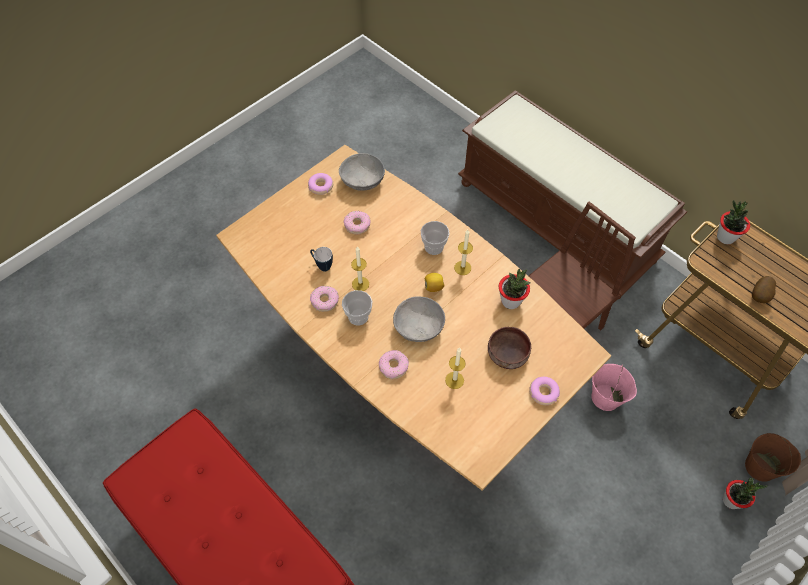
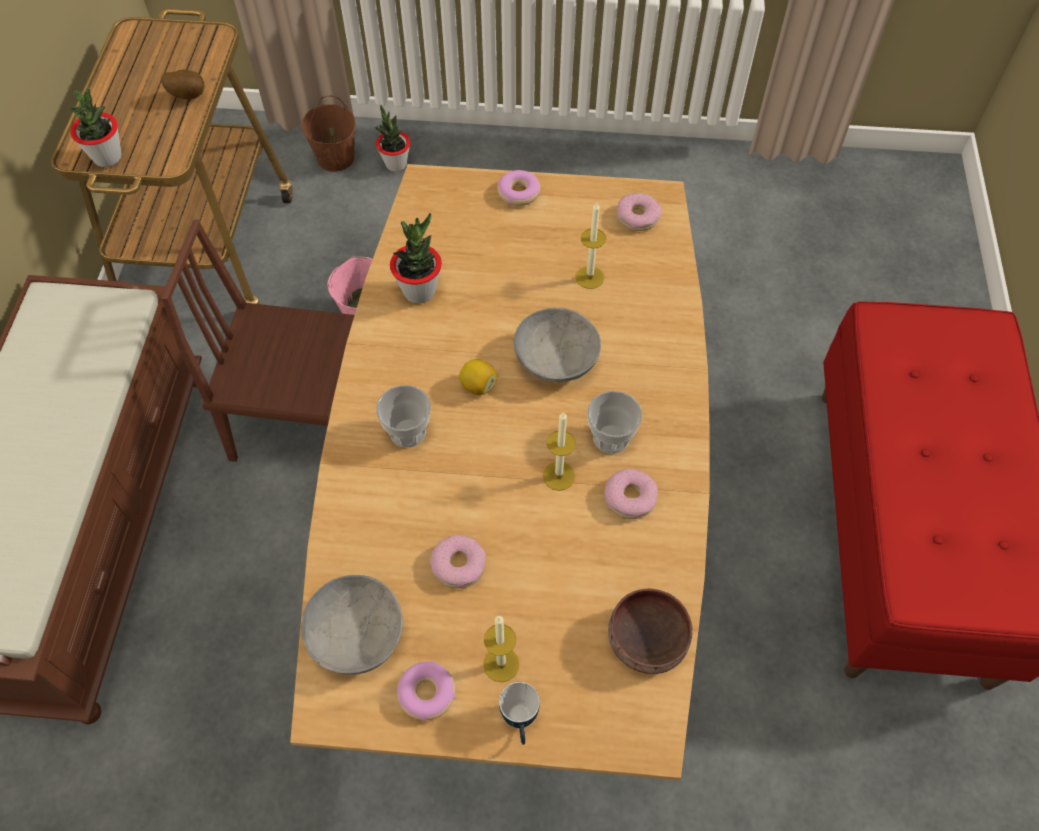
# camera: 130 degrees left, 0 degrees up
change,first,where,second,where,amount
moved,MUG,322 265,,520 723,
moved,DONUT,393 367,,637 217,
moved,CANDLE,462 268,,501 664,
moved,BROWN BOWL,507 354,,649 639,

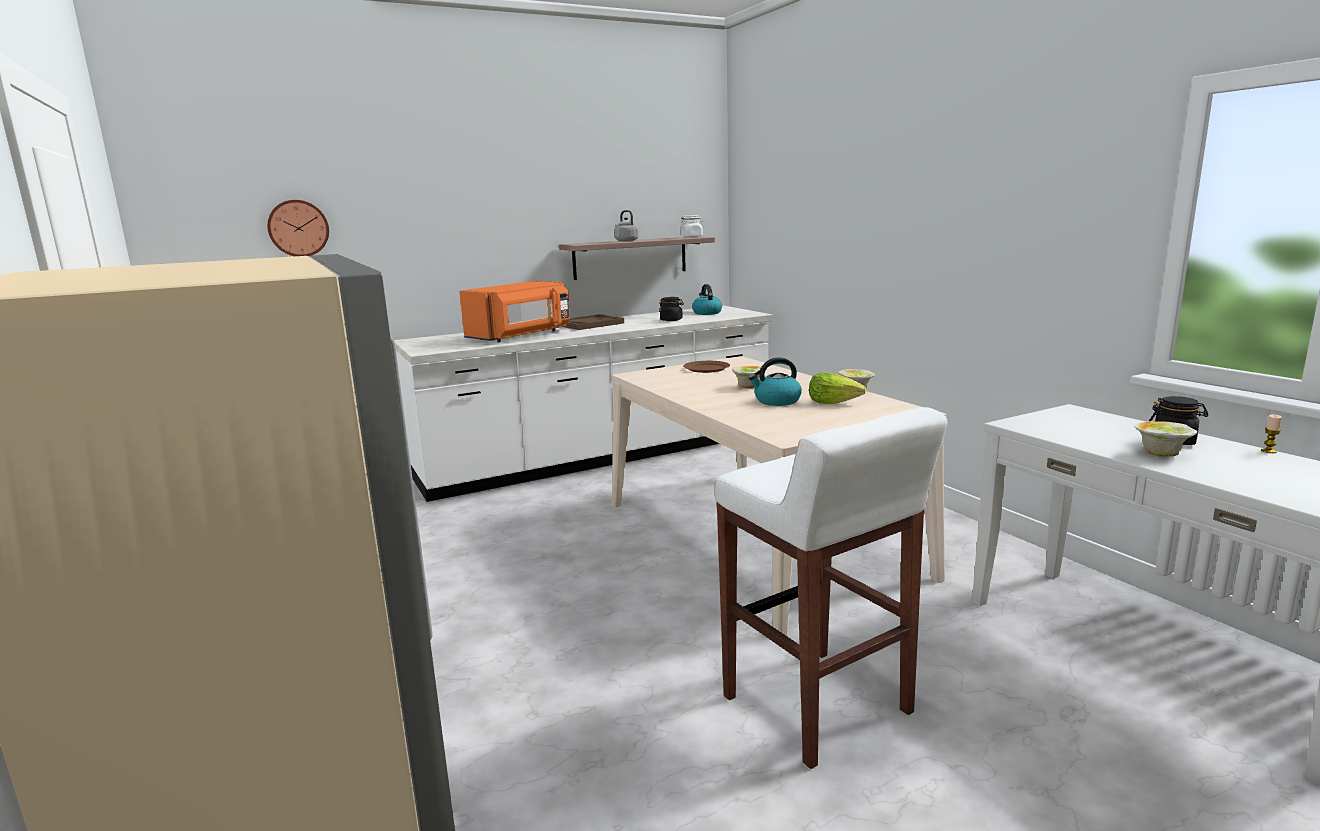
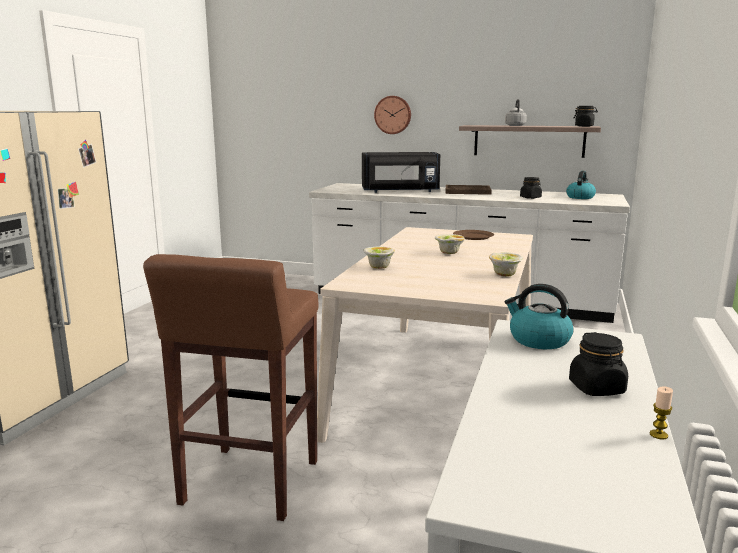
# camera: 45 degrees right, 0 degrees up
change,first,where,second,where,amount
removed,LETTUCE,833 403,,,
moved,WALL CLOCK,298 228,,393 115,
moved,KETTLE,776 401,,538 340,
moved,BOWL,1161 454,,378 268,
recoloured,ORANGE MICROWAVE,521 336,BLACK MICROWAVE,400 191,
recoloured,WHITE JAR,692 237,BLACK JAR,584 126,
recoloured,WHITE STOOL,818 706,BROWN STOOL,249 483,

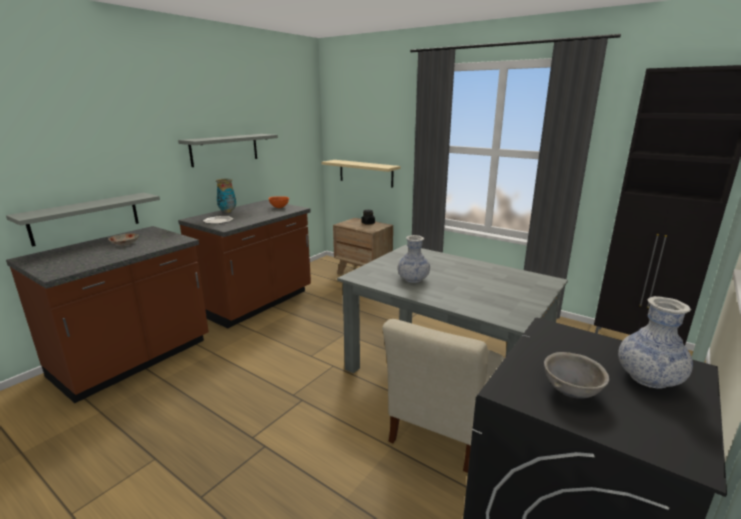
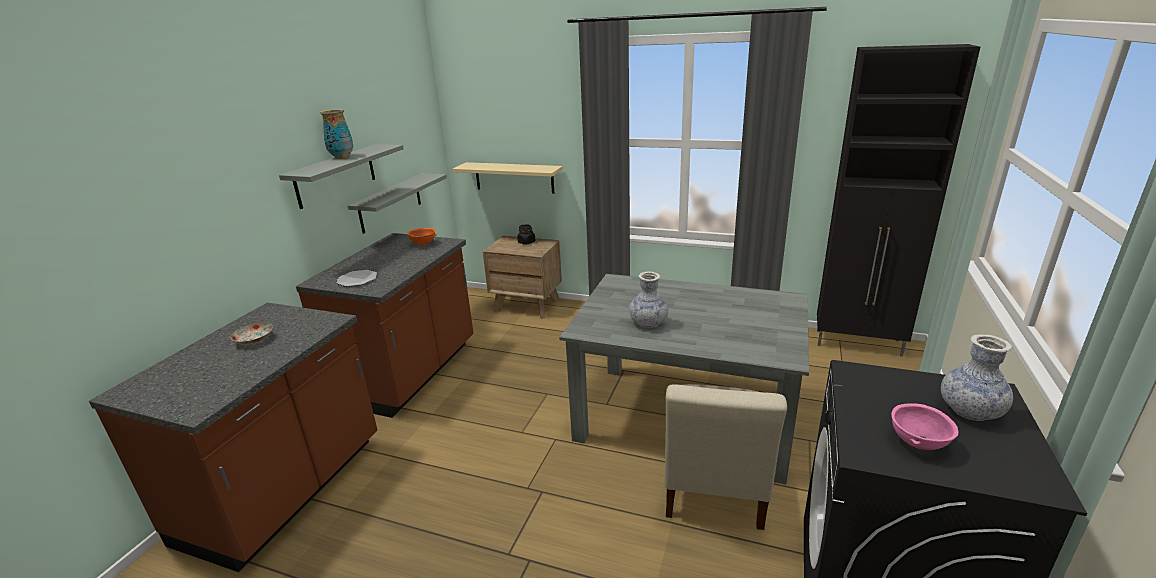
# camera: 15 degrees left, 5 degrees up
change,first,where,second,where,amount
moved,GREY SHELF,86 218,,390 203,
moved,VASE,227 211,,341 157,
recoloured,GREY BOWL,572 392,PINK BOWL,919 443,

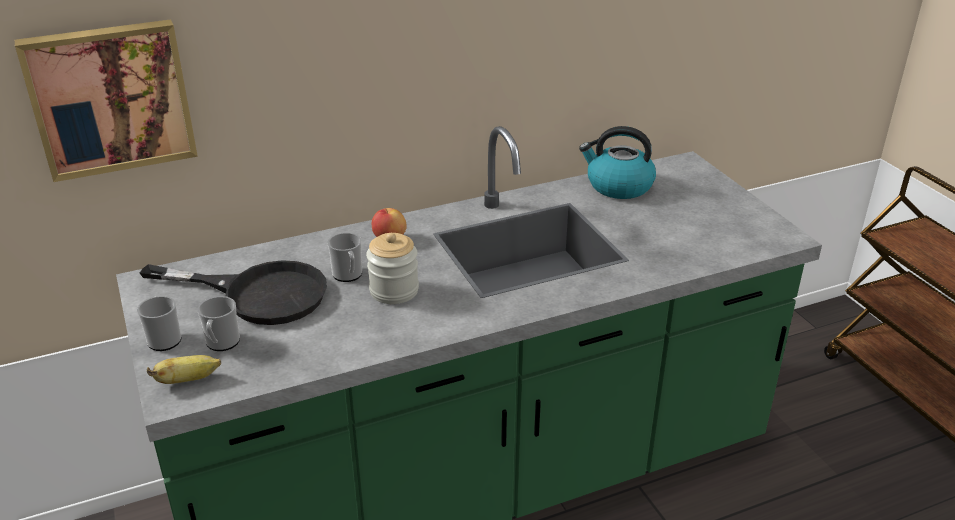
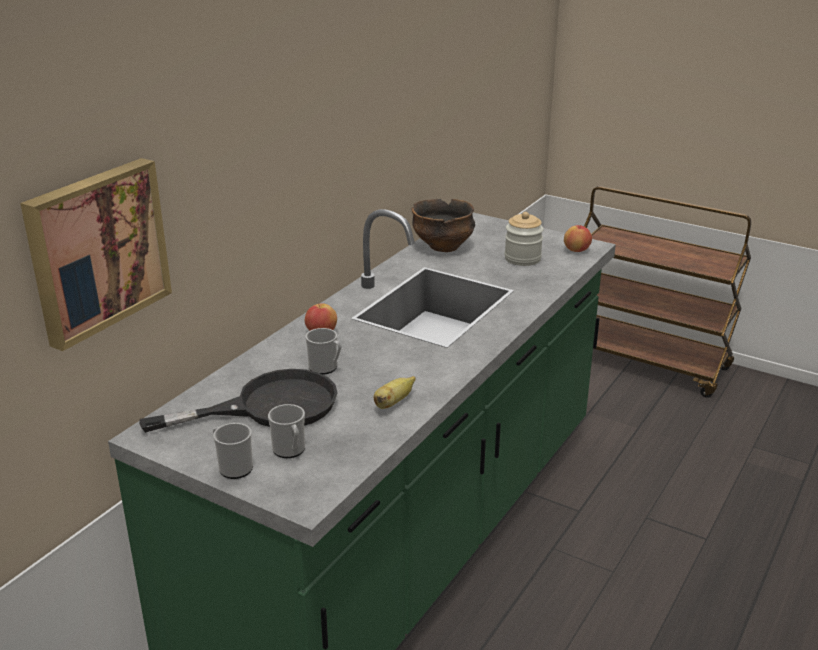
# camera: 35 degrees left, 5 degrees down
change,first,where,second,where,amount
added,,,APPLE,576 250,
moved,BANANA,188 380,,393 403,
moved,JAR,394 290,,522 259,
replaced,KETTLE,618 186,BOWL,443 246,

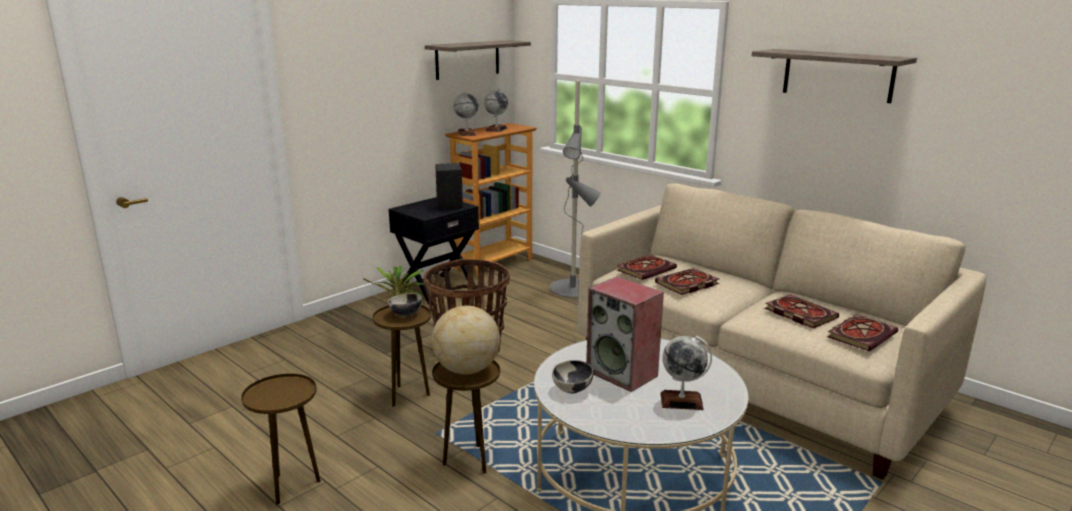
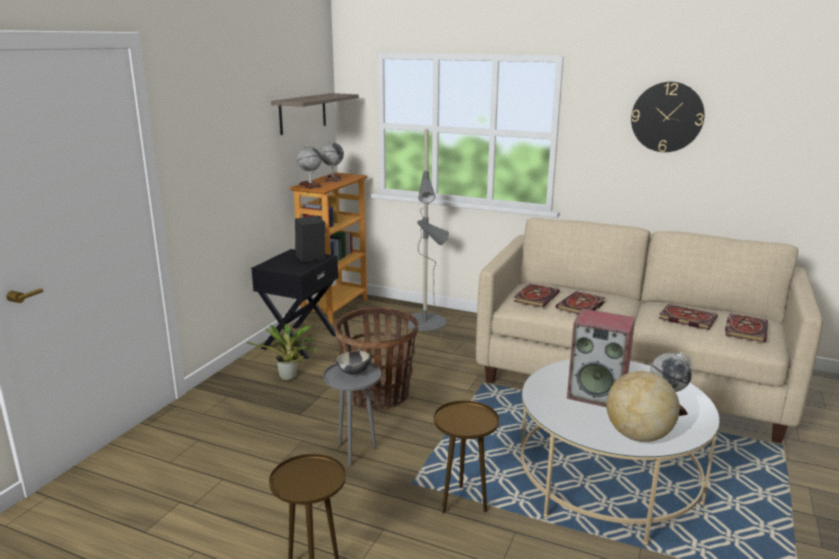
# camera: 20 degrees left, 0 degrees up
change,first,where,second,where,amount
removed,BOWL,572 389,,,
moved,GLOBE,466 370,,638 435,
replaced,SHELF,837 75,WALL CLOCK,667 117,
recoloured,BROWN SIDE TABLE,407 395,GREY SIDE TABLE,355 452,

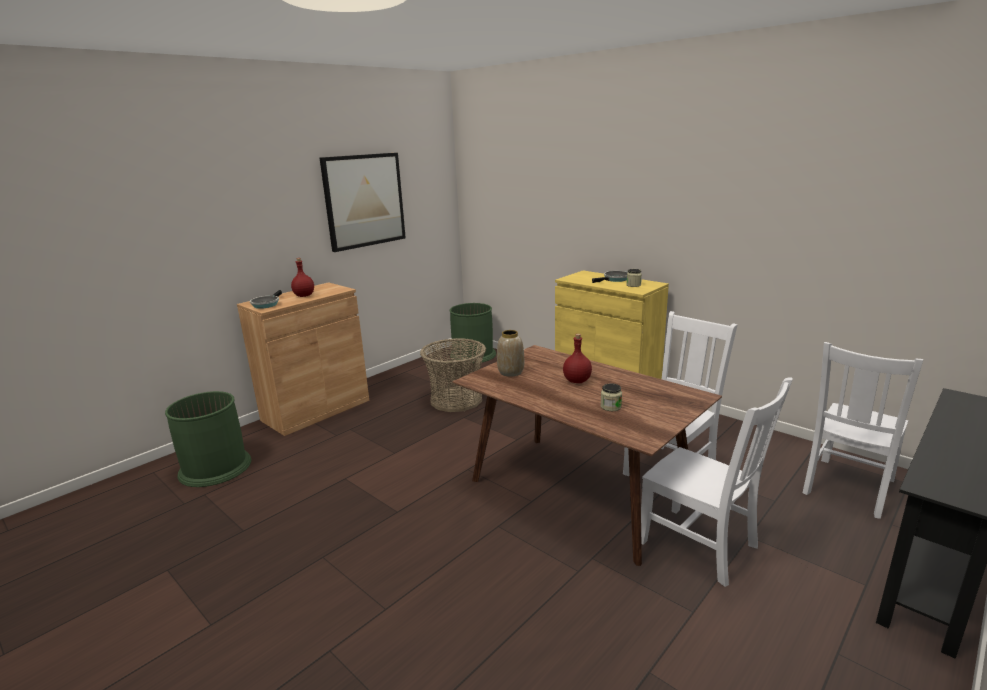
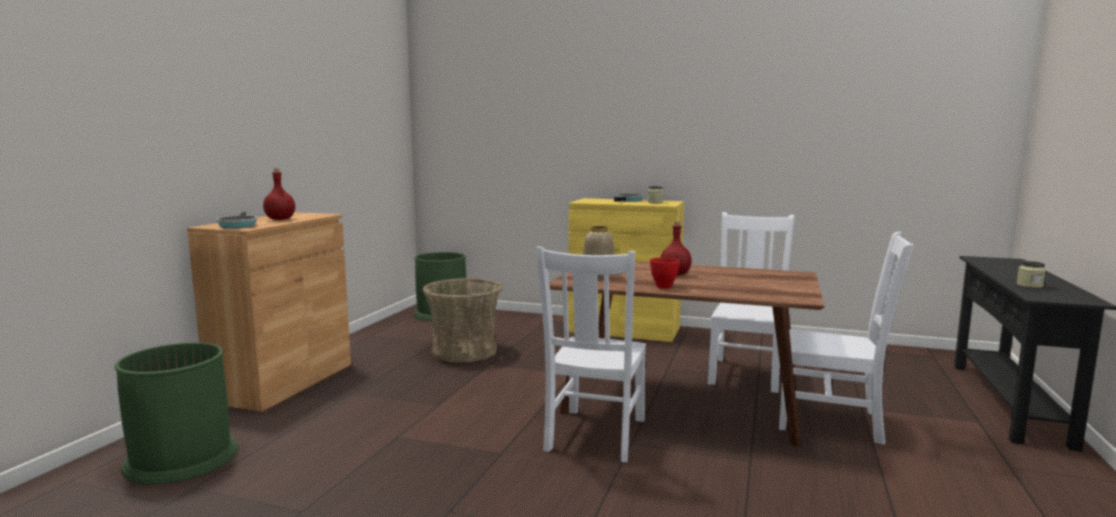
# camera: 25 degrees left, 10 degrees down
change,first,where,second,where,amount
removed,PICTURE,364 200,,,
added,,,RED BOWL,664 287,
moved,JAR,611 407,,1029 285,
moved,WHITE CHAIR,847 488,,595 436,

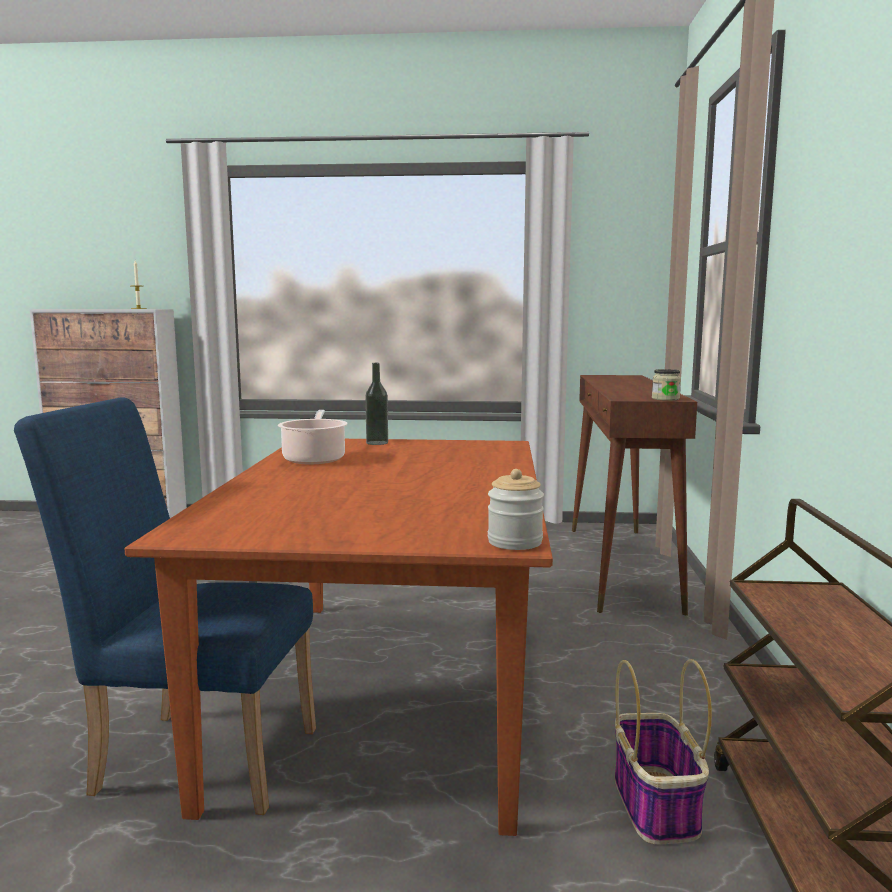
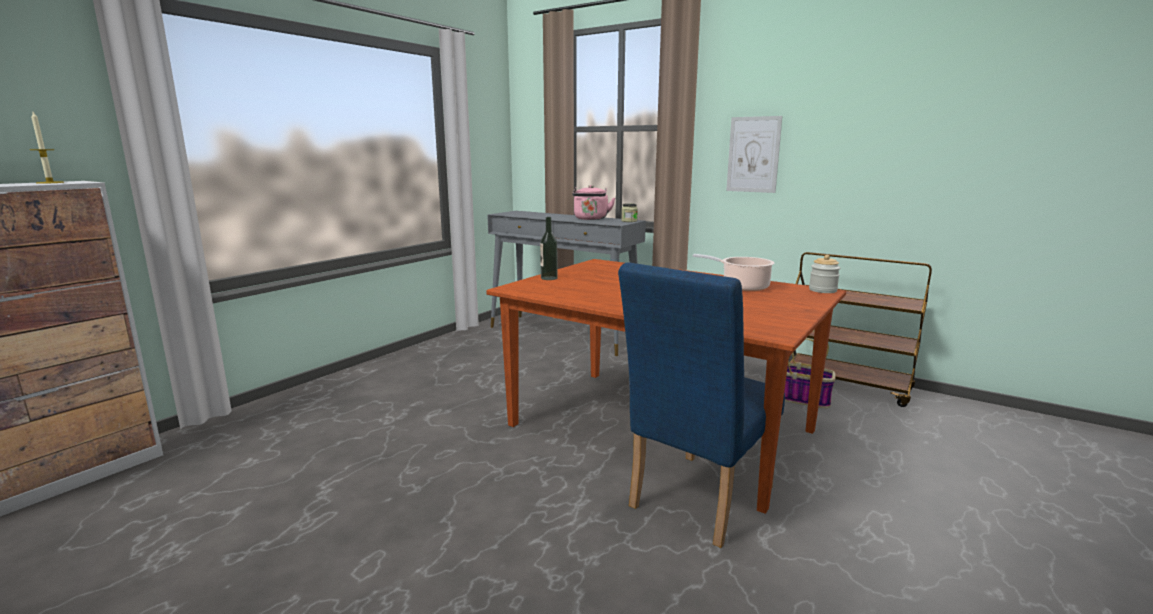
# camera: 60 degrees left, 5 degrees up
change,first,where,second,where,amount
added,,,PINK KETTLE,591 219,
added,,,PICTURE,753 154,
moved,COOKING POT,314 459,,742 287,
recoloured,BROWN CONSOLE TABLE,621 566,GREY CONSOLE TABLE,564 334,

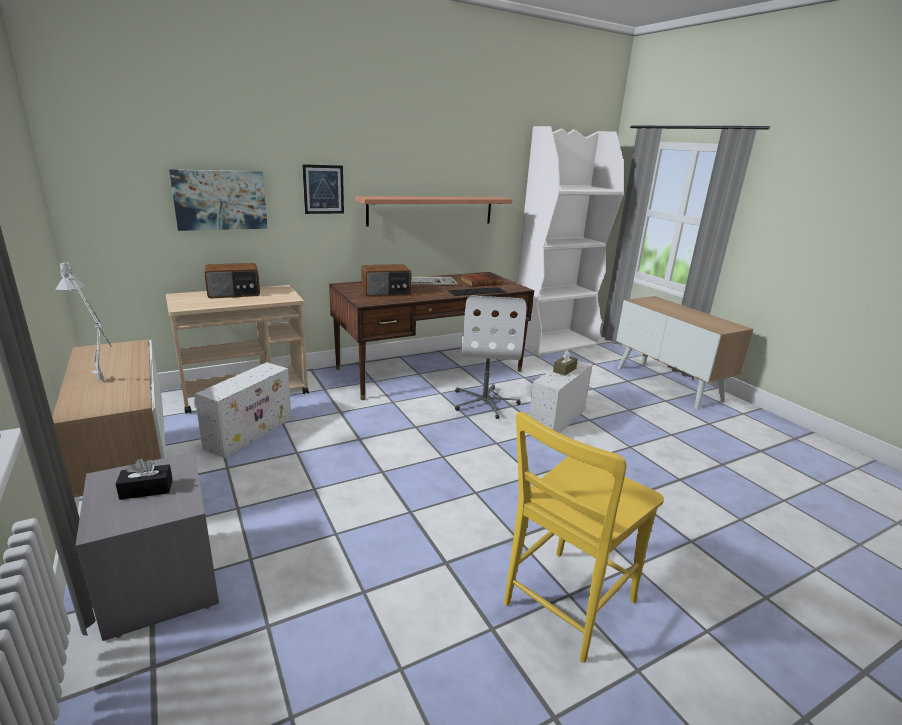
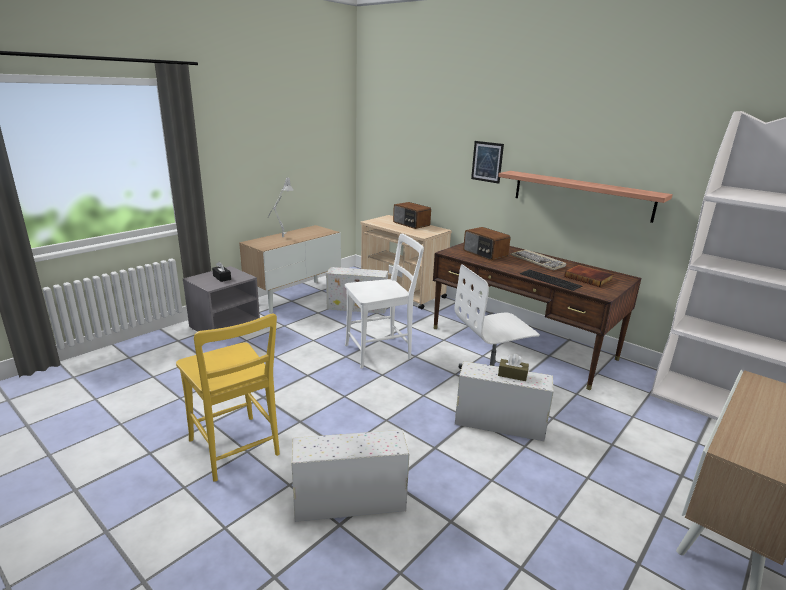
# camera: 70 degrees right, 0 degrees up
change,first,where,second,where,amount
removed,PICTURE,220 200,,,
added,,,WHITE STORAGE BOX,348 503,
added,,,WHITE CHAIR,381 351,
turned,YELLOW CHAIR,565 606,,236 450,150 degrees counterclockwise

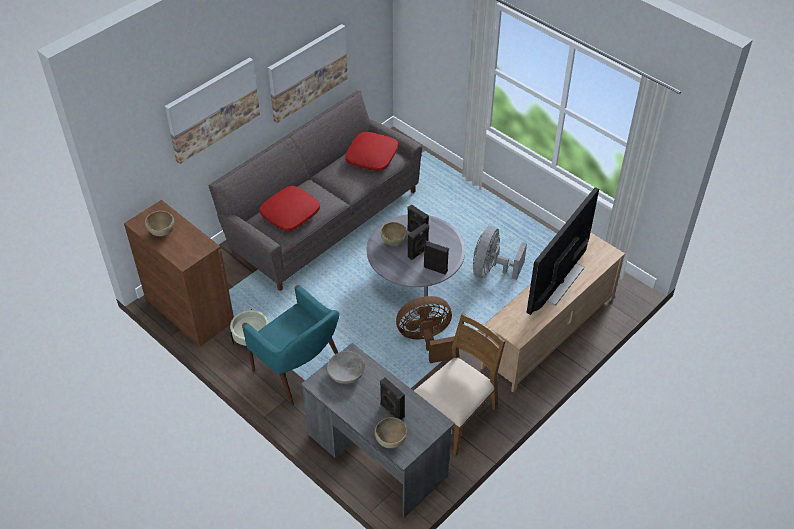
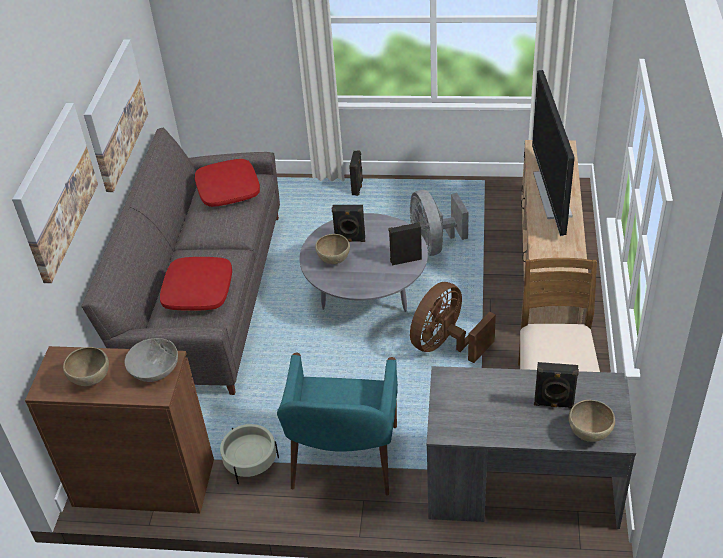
# camera: 35 degrees left, 5 degrees down
change,first,where,second,where,amount
moved,GREY BOWL,346 373,,154 368,
moved,BLACK SPEAKER,418 253,,358 188,
turned,TURQUOISE ARMCHAIR,299 369,,344 459,90 degrees clockwise

